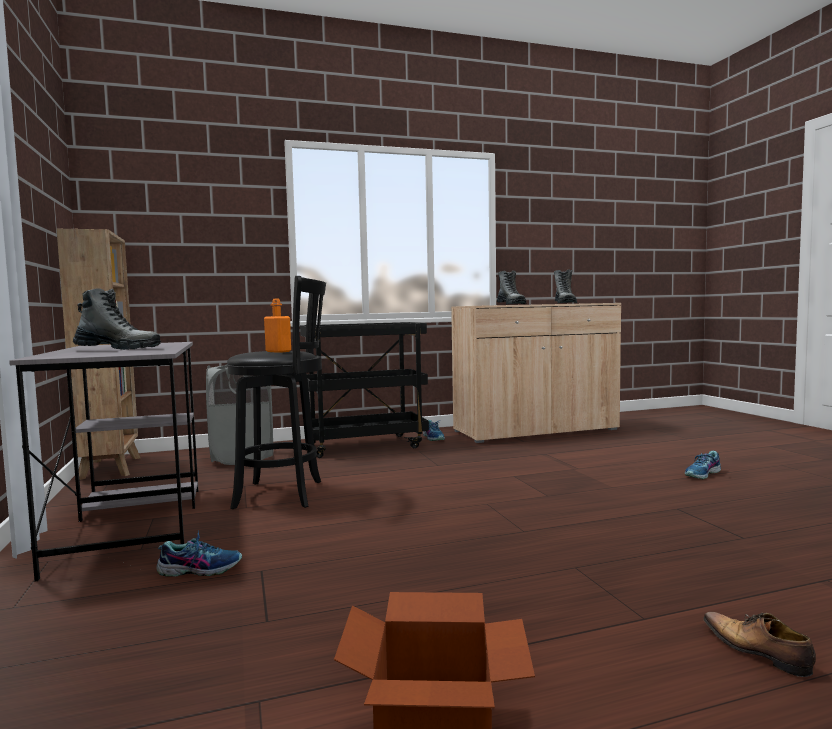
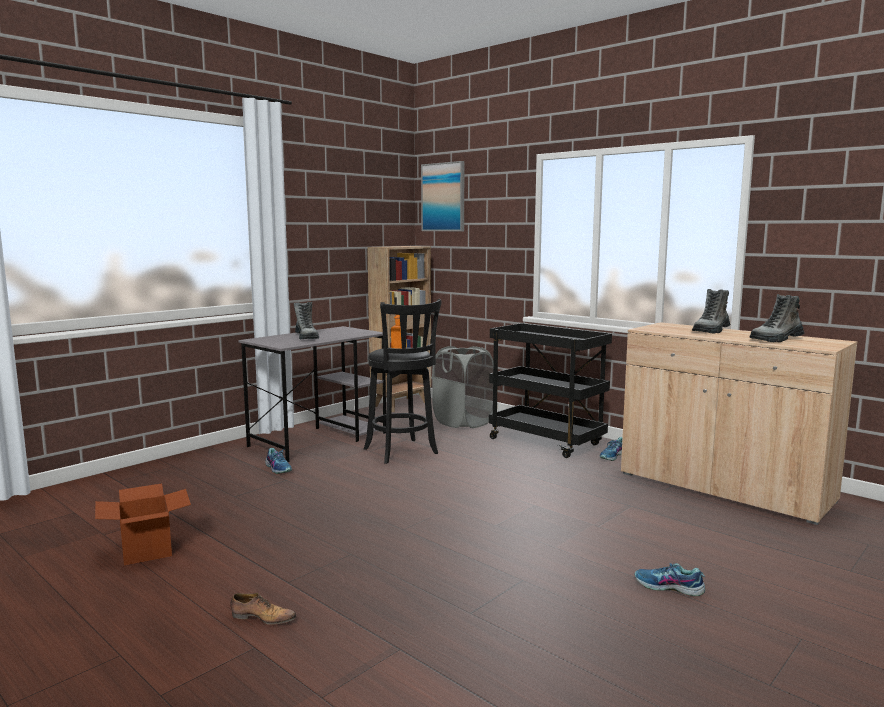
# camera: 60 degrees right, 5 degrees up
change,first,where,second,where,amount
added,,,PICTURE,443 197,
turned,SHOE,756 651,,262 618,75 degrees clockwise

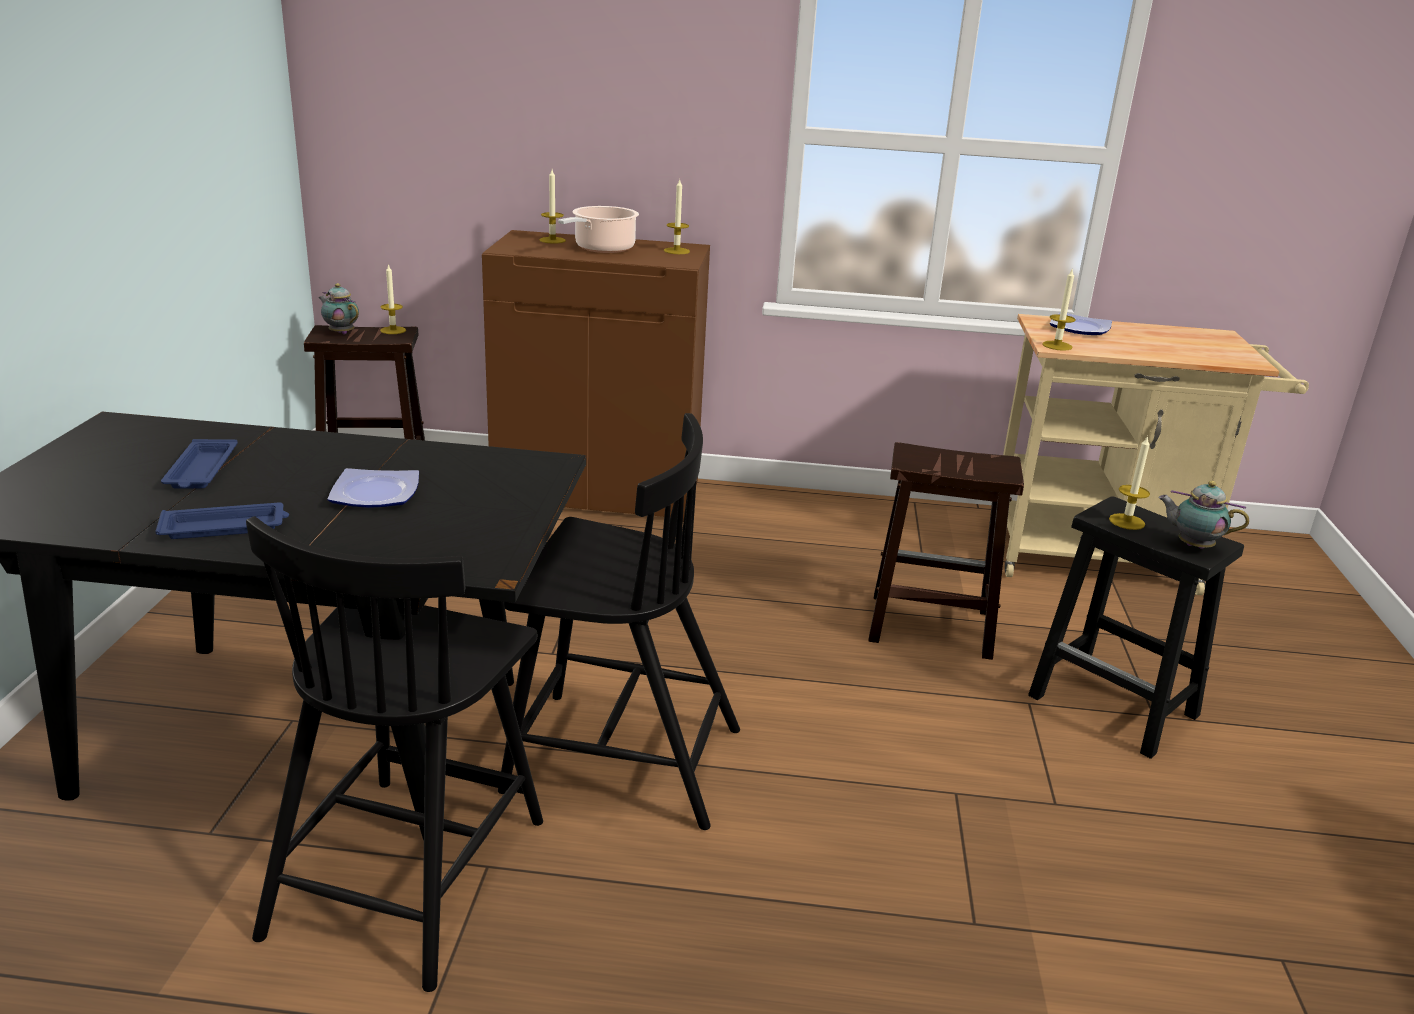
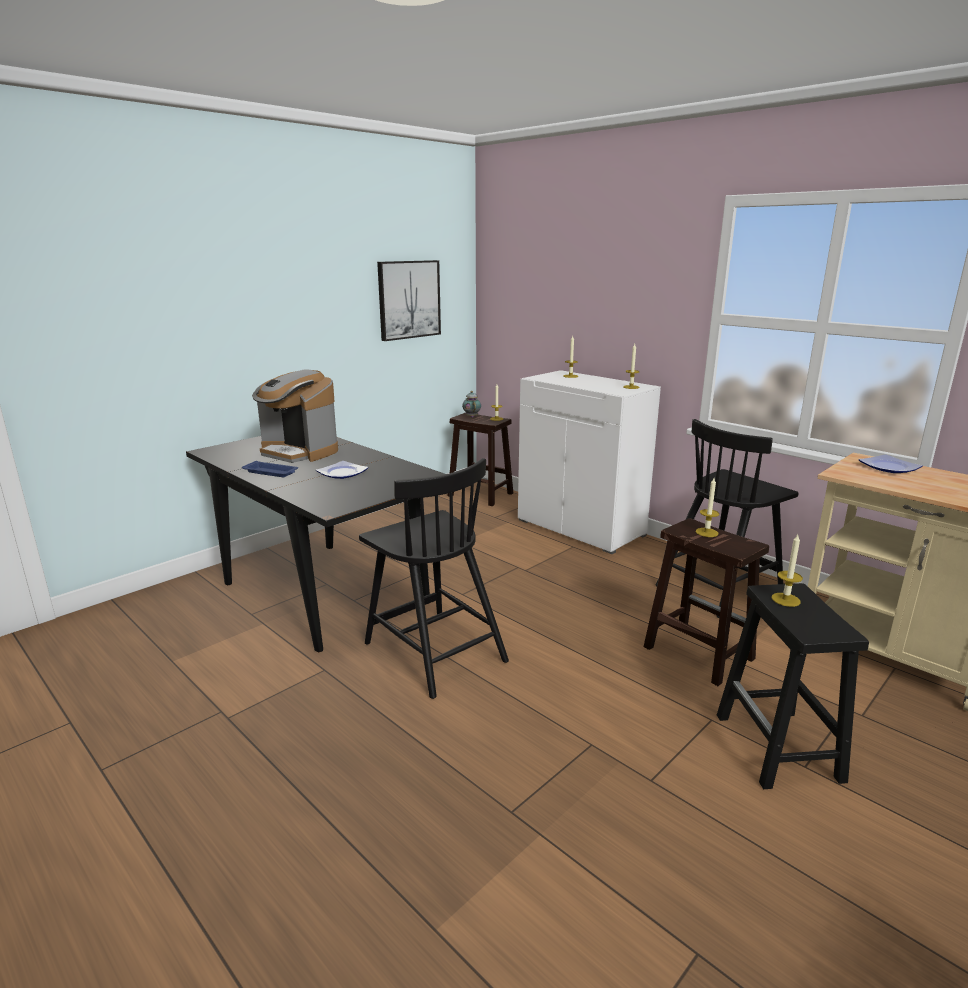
# camera: 40 degrees right, 5 degrees down
change,first,where,second,where,amount
removed,COOKING POT,602 249,,,
removed,TEAPOT,1192 546,,,
added,,,PICTURE,409 299,
moved,BLACK CHAIR,409 871,,719 586,
moved,CANDLE,1057 345,,706 532,
replaced,BLUE TRAY,201 471,COFFEE MACHINE,299 452,
recoloured,BROWN CABINET,599 491,WHITE CABINET,581 527,

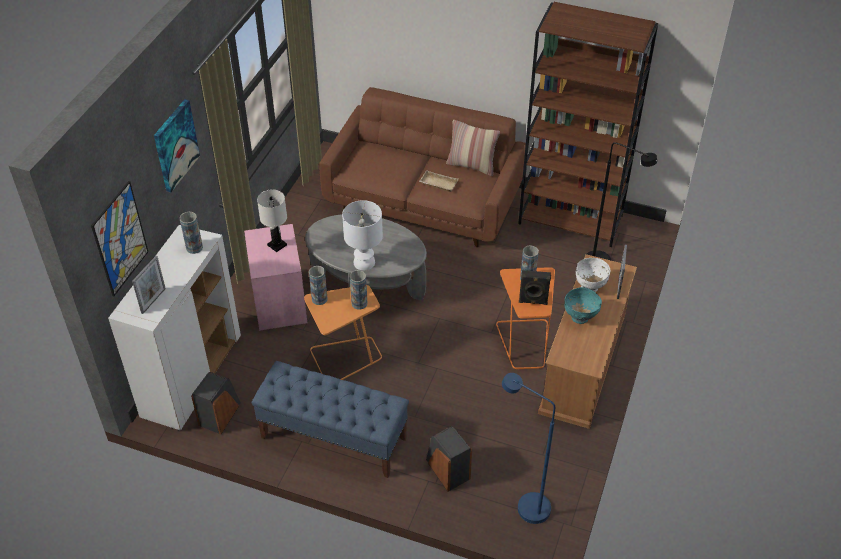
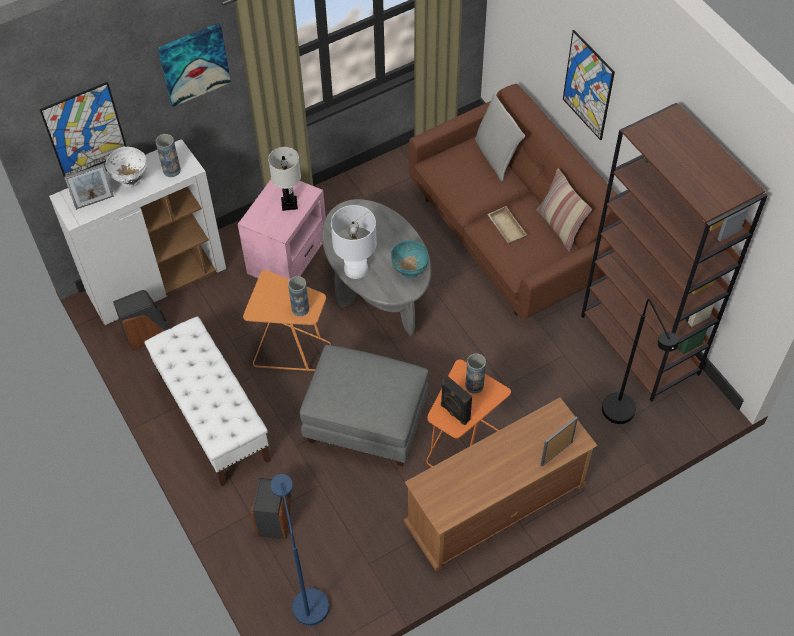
# camera: 40 degrees right, 10 degrees up
change,first,where,second,where,amount
removed,VASE,319 299,,,
added,,,GREY OTTOMAN,365 423,
added,,,GREY PILLOW,496 157,
added,,,PICTURE,588 85,
moved,TURQUOISE BOWL,580 318,,409 271,
moved,WHITE BOWL,590 287,,131 180,
recoloured,BLUE BENCH,333 438,WHITE BENCH,213 417,

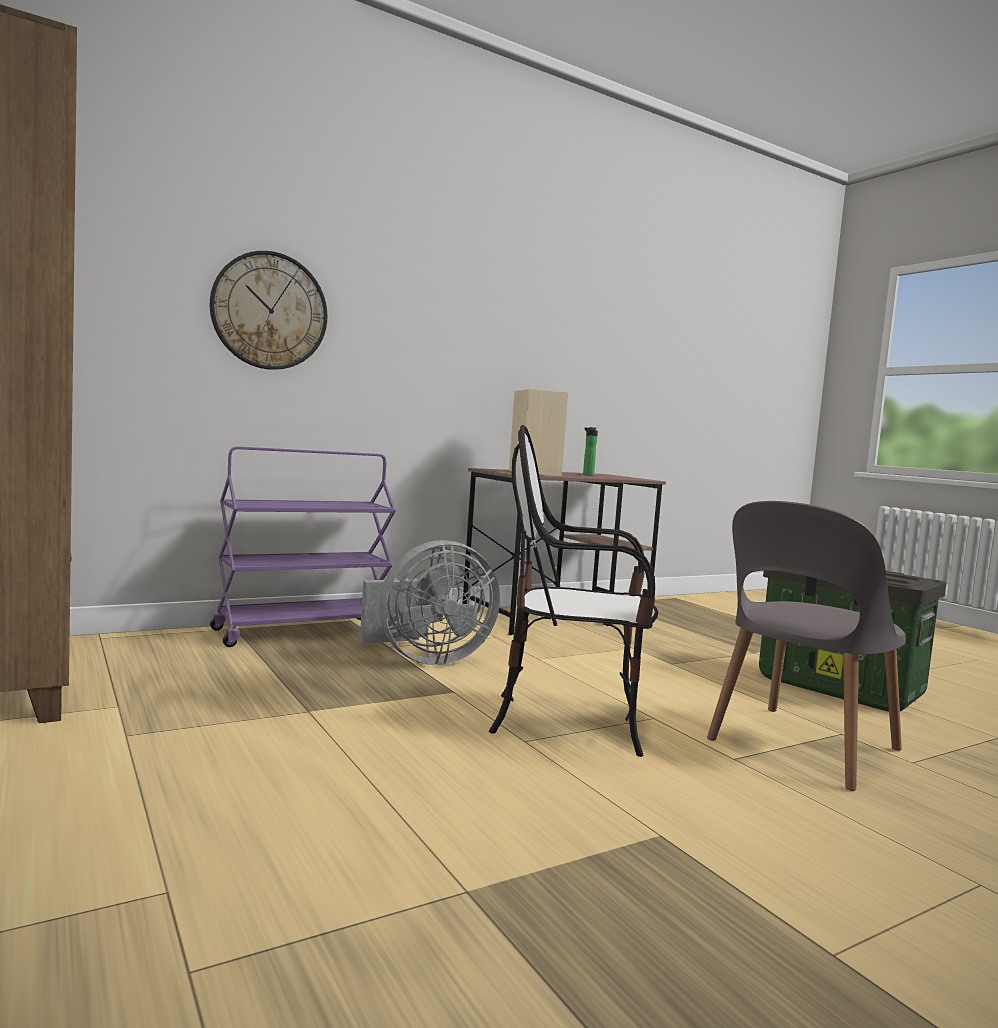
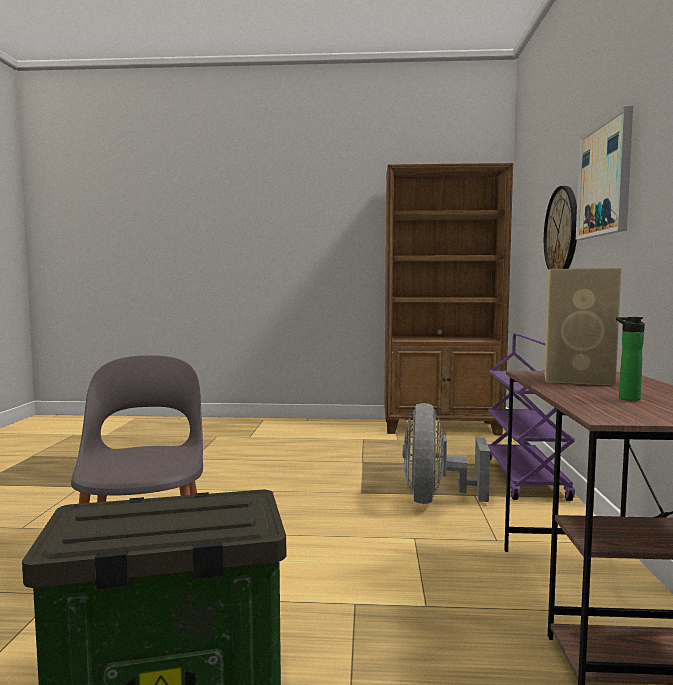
# camera: 125 degrees right, 0 degrees up
change,first,where,second,where,amount
removed,CHAIR,570 721,,,
added,,,PICTURE,605 179,

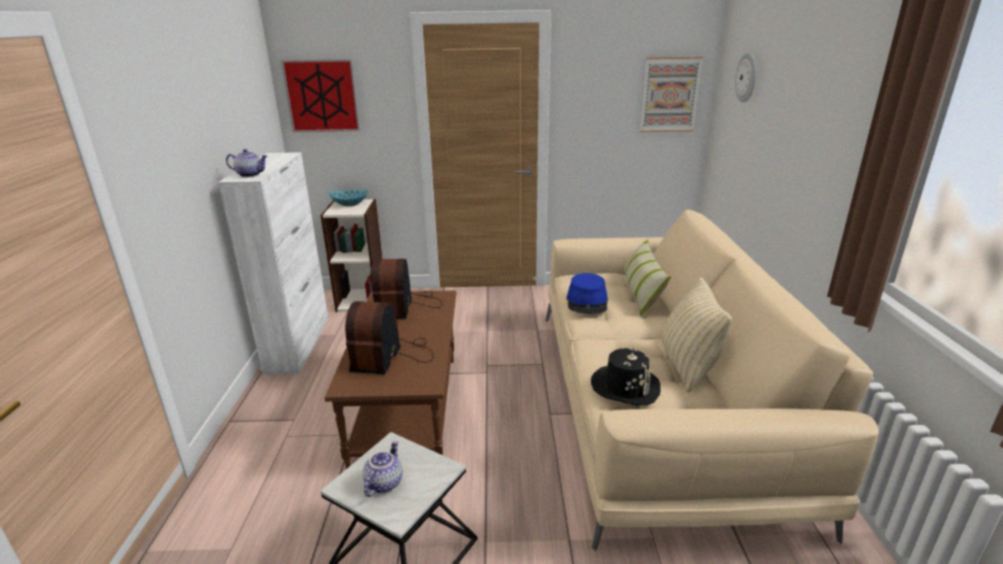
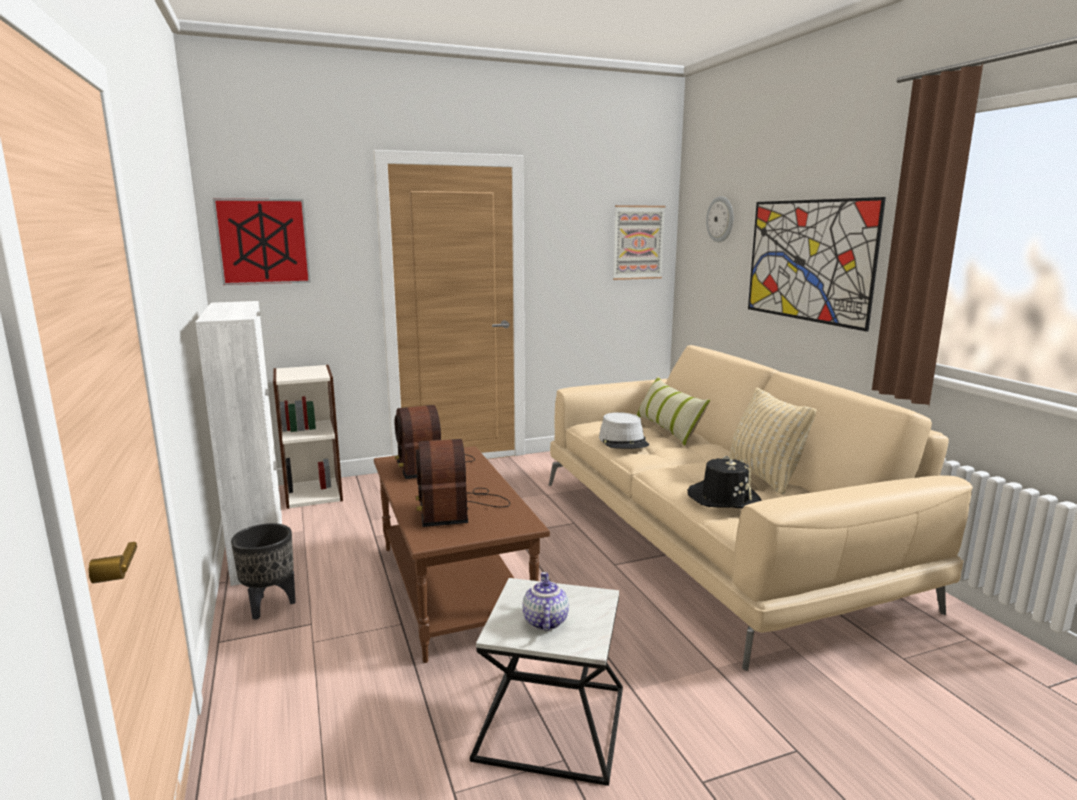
# camera: 20 degrees left, 10 degrees down
change,first,where,second,where,amount
removed,TEAPOT,250 174,,,
removed,BOWL,350 204,,,
added,,,BLACK PLANTER,269 605,
added,,,PICTURE,808 260,
recoloured,BLUE HAT,587 302,GREY HAT,623 441,

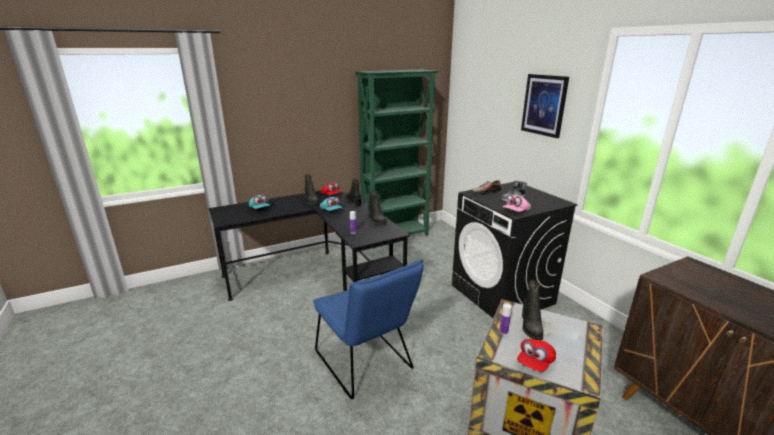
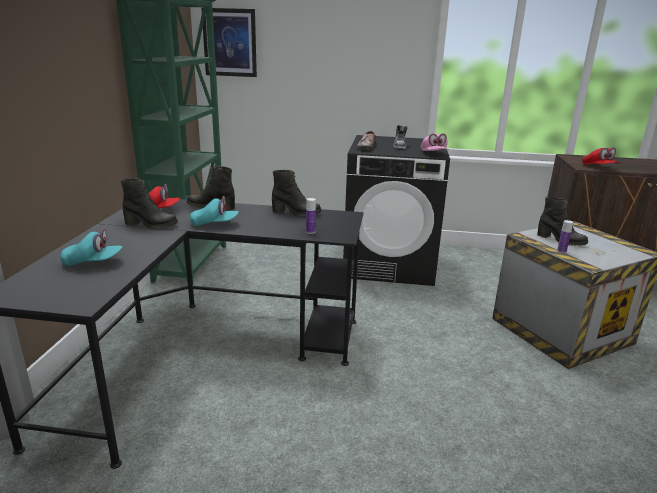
# camera: 55 degrees left, 0 degrees up
change,first,where,second,where,amount
removed,BLUE CHAIR,366 364,,,
moved,RED CAP,535 362,,598 167,
moved,PICTURE,544 105,,230 43,

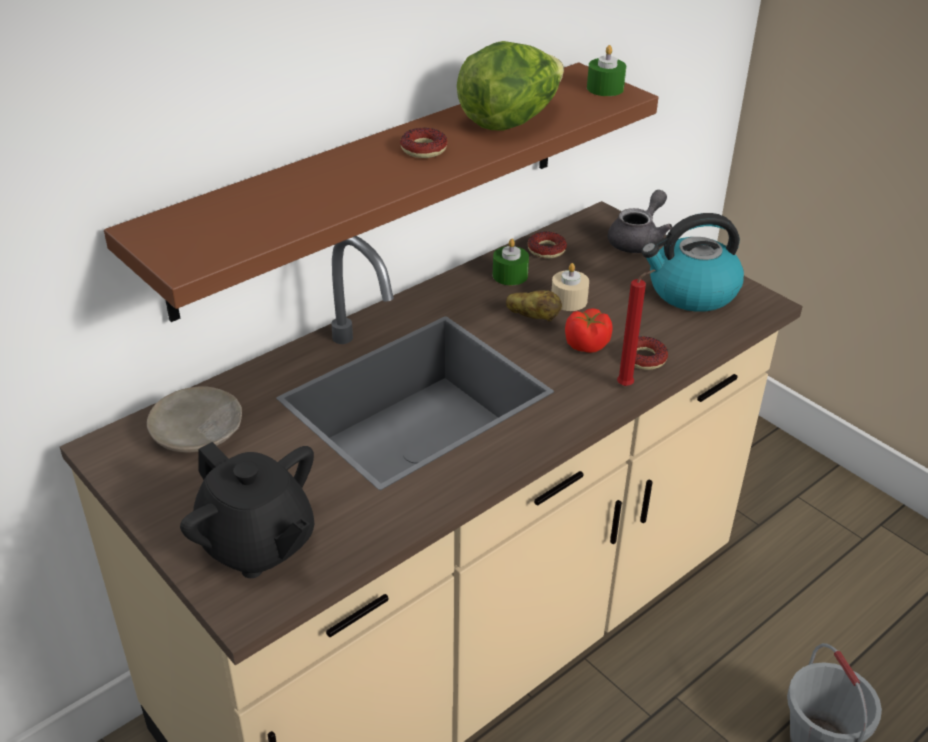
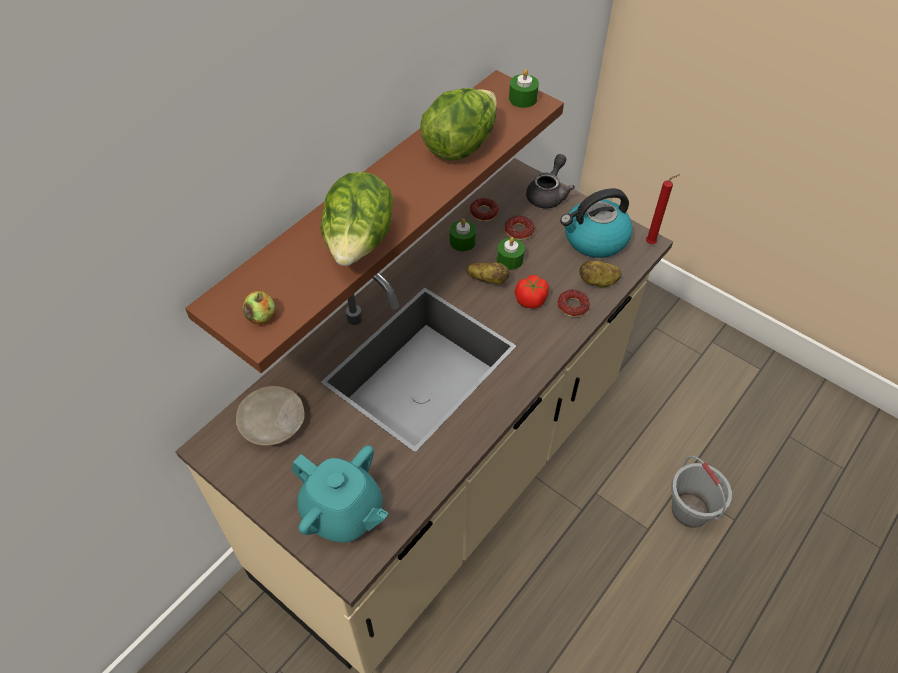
# camera: 10 degrees left, 15 degrees up
change,first,where,second,where,amount
added,,,APPLE,261 317,
added,,,LETTUCE,359 244,
added,,,POTATO,598 282,
moved,DONUT,423 149,,519 231,
moved,RED CANDLE,627 386,,652 243,
recoloured,BLACK TEAPOT,257 544,TURQUOISE TEAPOT,342 512,
recoloured,BEIGE CANDLE,569 300,GREEN CANDLE,509 259,

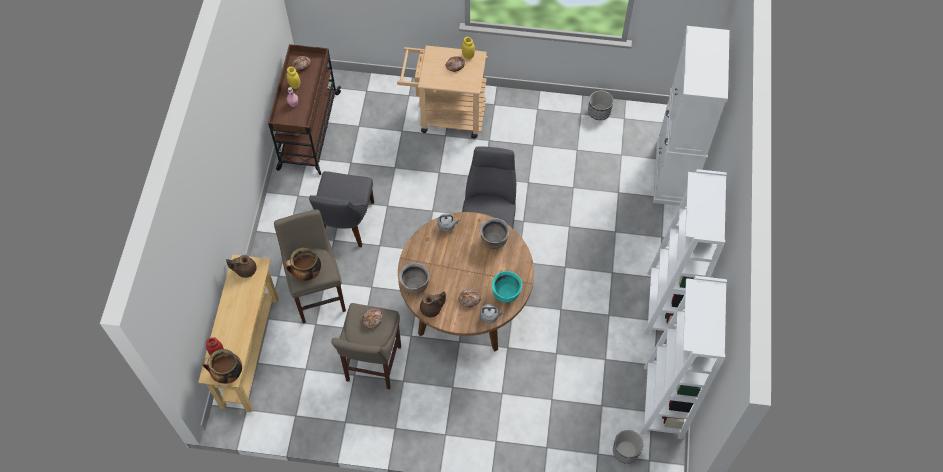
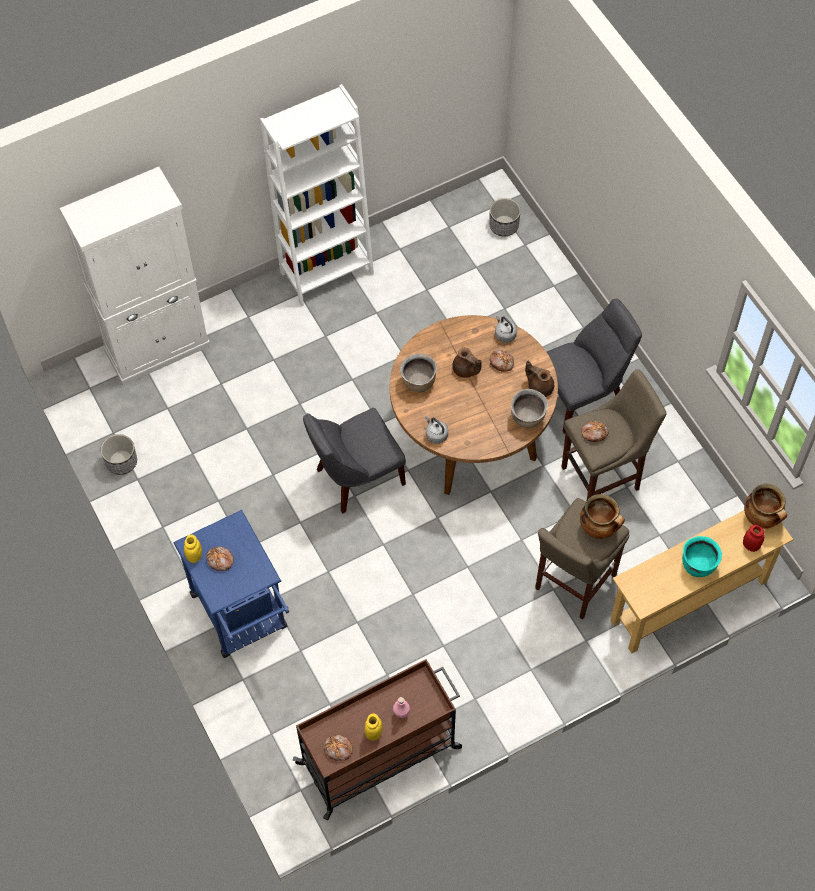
# camera: 125 degrees left, 0 degrees up
change,first,where,second,where,amount
removed,WHITE BOOKCASE,663 402,,,
moved,BROWN TEAPOT,245 270,,466 370,
moved,GREY CHAIR,345 224,,583 396,
moved,TURQUOISE COOKING POT,506 294,,698 565,
recoloured,BEIGE CART,445 115,BLUE CART,243 617,

